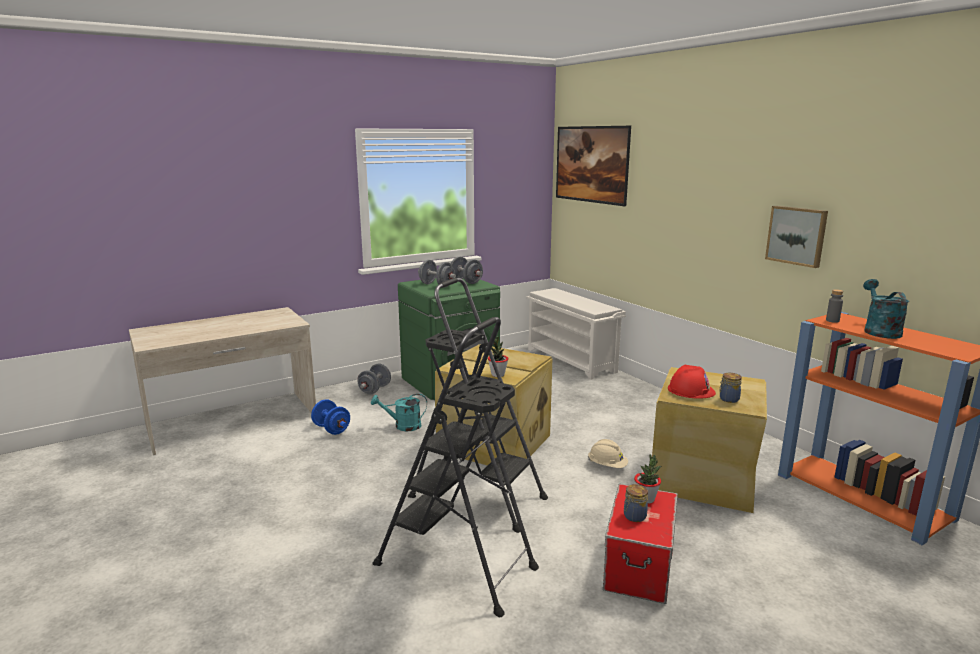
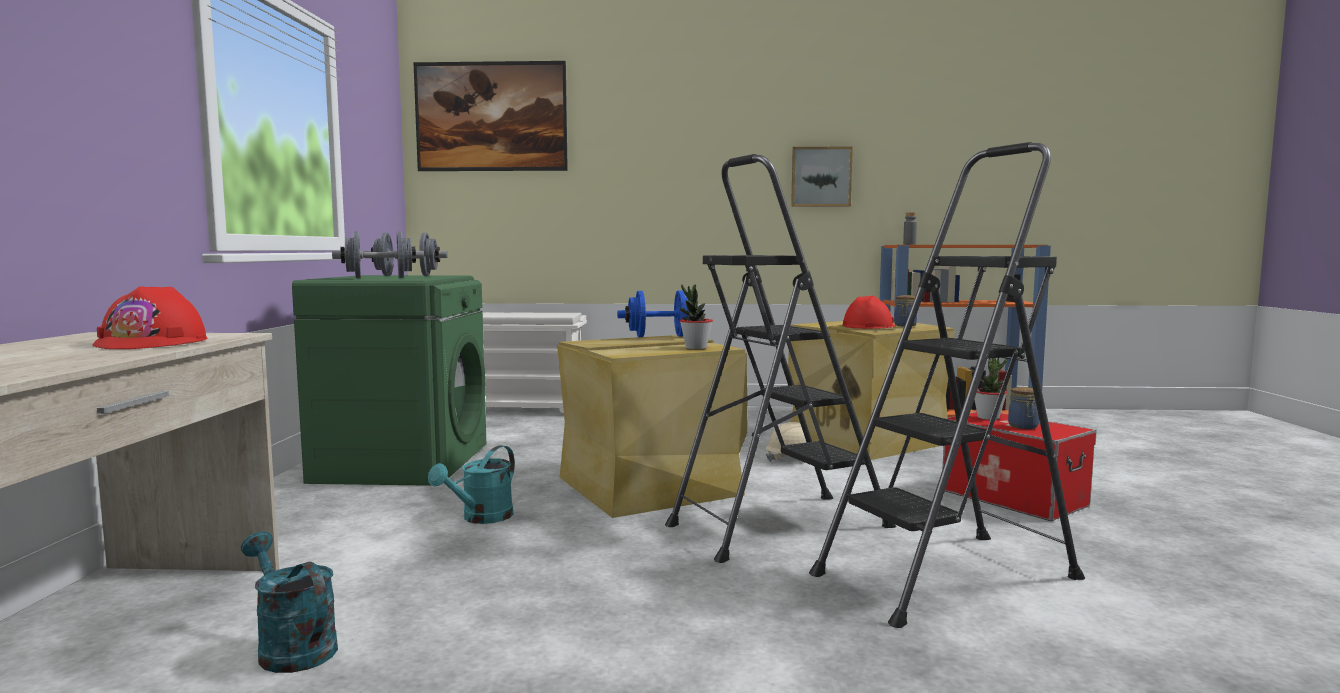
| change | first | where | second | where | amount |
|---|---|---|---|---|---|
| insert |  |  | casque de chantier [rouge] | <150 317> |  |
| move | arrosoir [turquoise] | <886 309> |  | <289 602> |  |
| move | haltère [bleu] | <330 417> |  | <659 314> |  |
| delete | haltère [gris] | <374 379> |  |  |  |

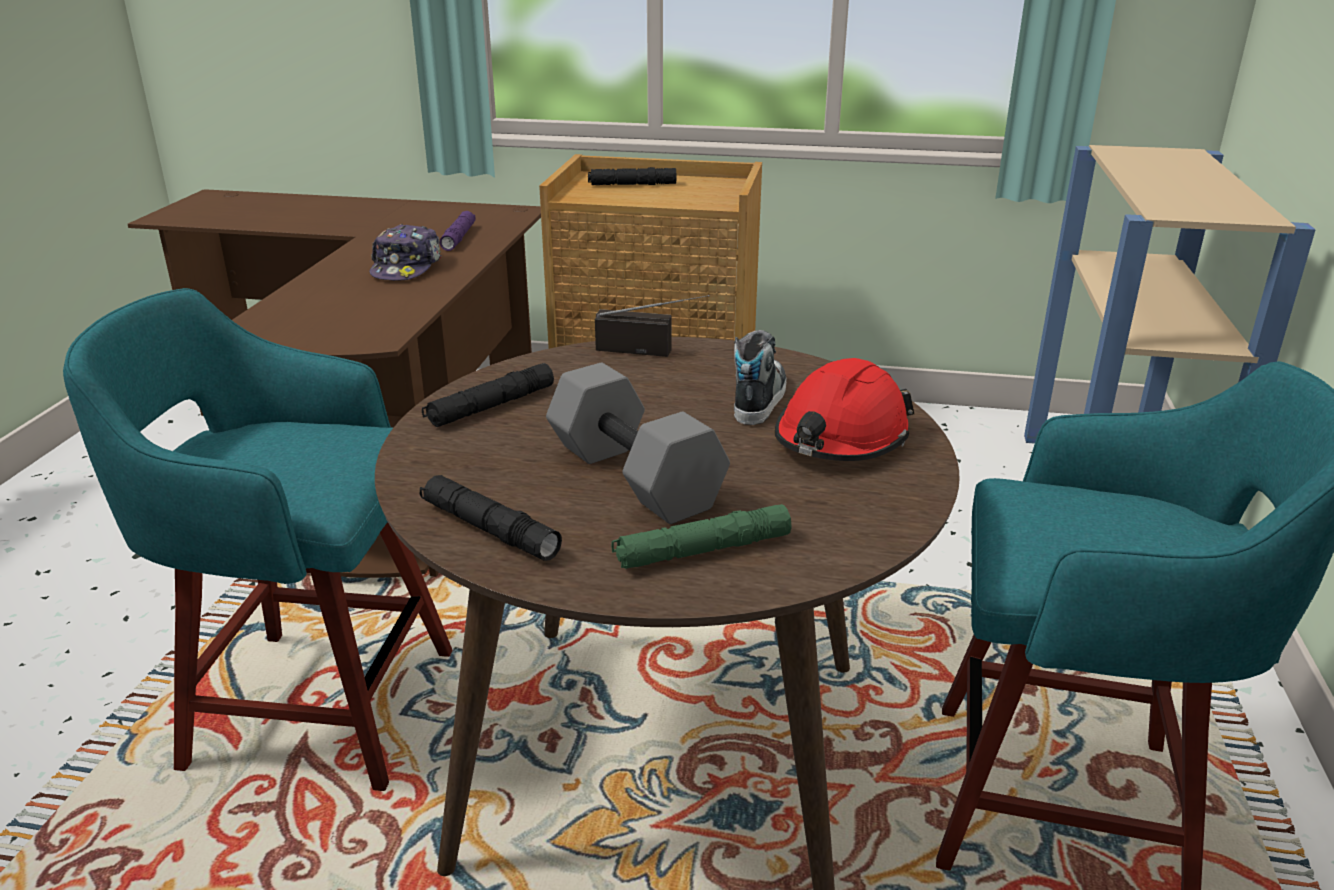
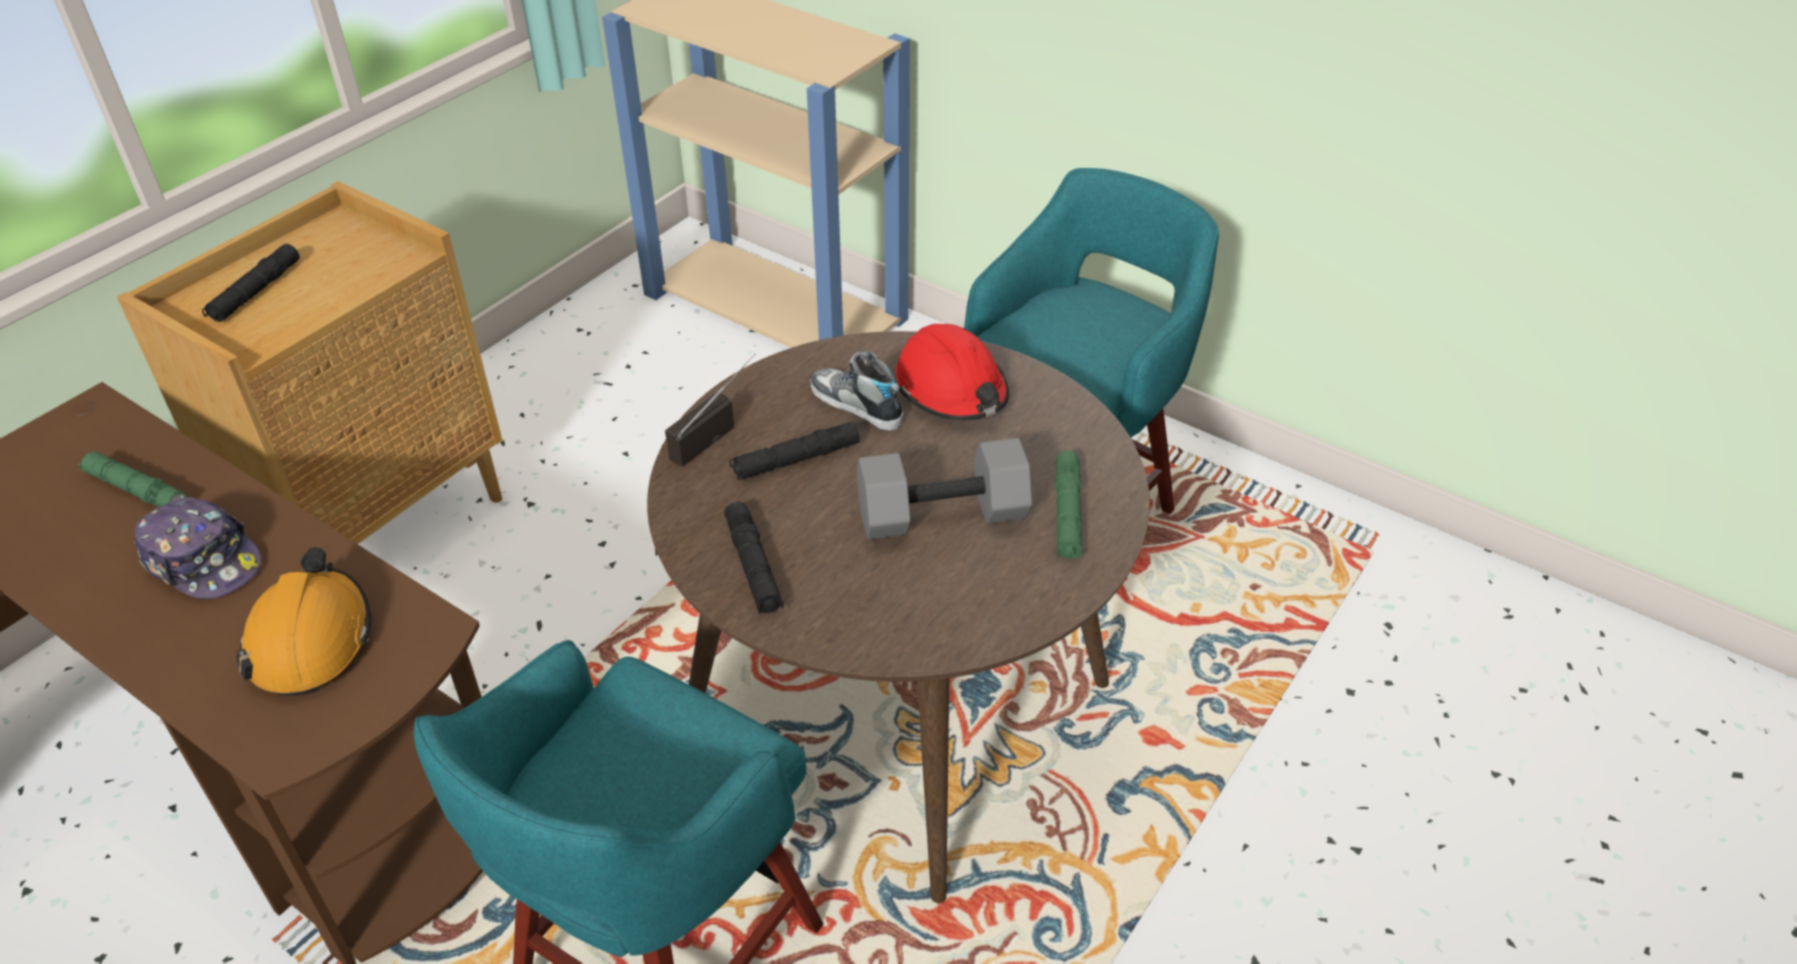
| change | first | where | second | where | amount |
|---|---|---|---|---|---|
| recolor | lampe de poche [violet] | <457 231> | lampe de poche [vert] | <133 479> |  |
| insert |  |  | casque de chantier [orange] | <303 621> |  |
| move | lampe de poche [noir] | <491 518> |  | <794 450> |  |

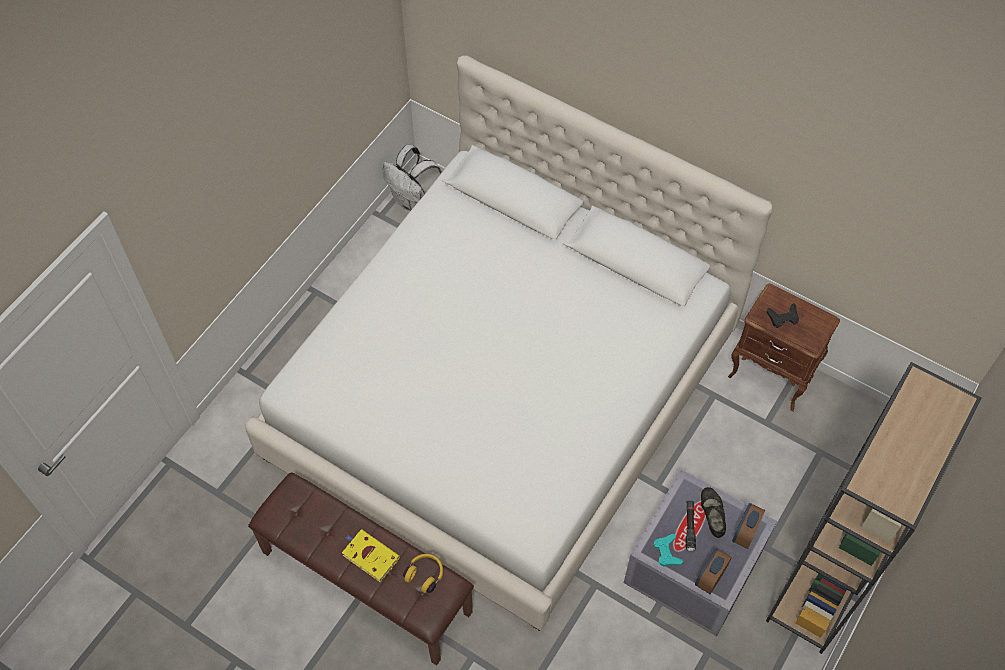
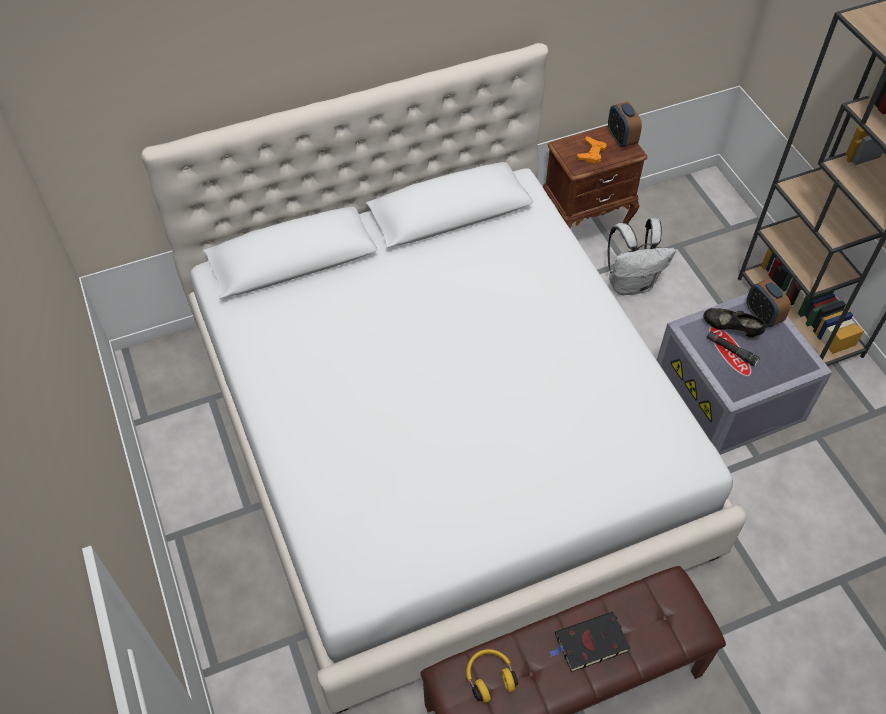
| change | first | where | second | where | amount |
|---|---|---|---|---|---|
| move | casque audio [jaune] | <423 573> |  | <492 676> |  |
| recolor | livre [jaune] | <371 555> | livre [noir] | <589 642> |  |
| recolor | manette [noir] | <783 315> | manette [orange] | <591 150> |  |
| move | réveil | <713 571> |  | <625 124> |  |
| move | sac à dos [blanc] | <412 178> |  | <641 256> |  |
| delete | manette [turquoise] | <668 550> |  |  |  |

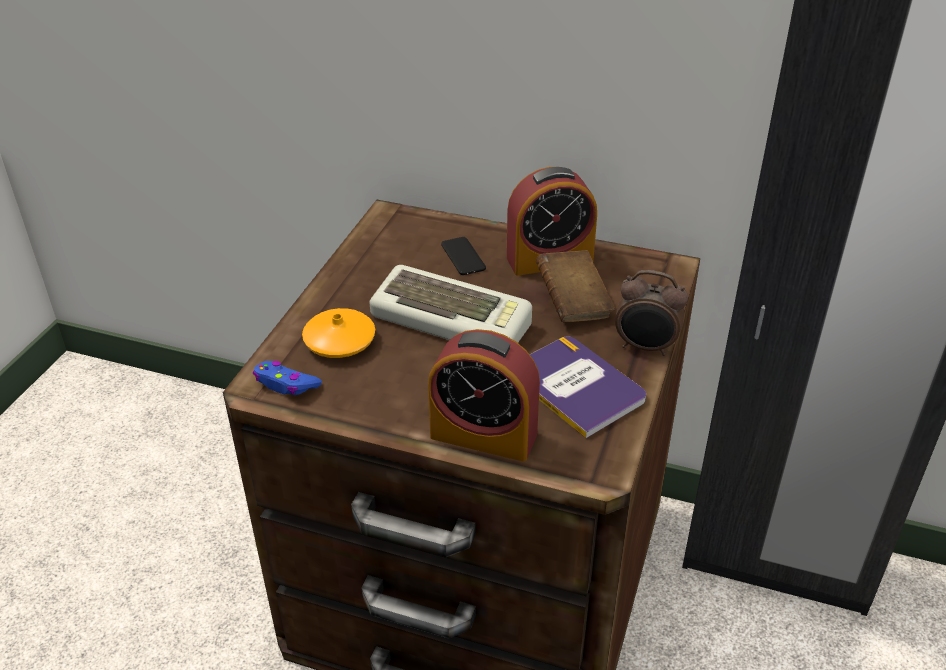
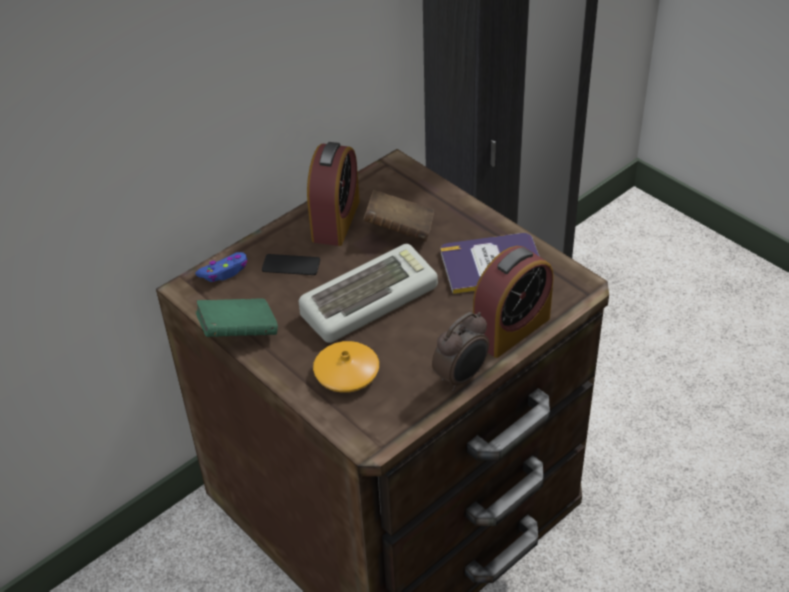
| change | first | where | second | where | amount |
|---|---|---|---|---|---|
| move | manette [bleu] | <287 378> |  | <221 267> |  |
| insert |  |  | livre [vert] | <236 317> |  |
| move | réveil | <651 313> |  | <460 352> |  |

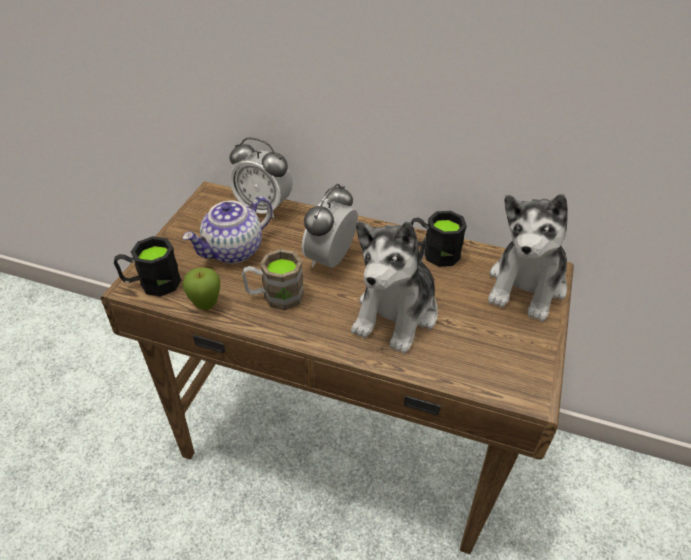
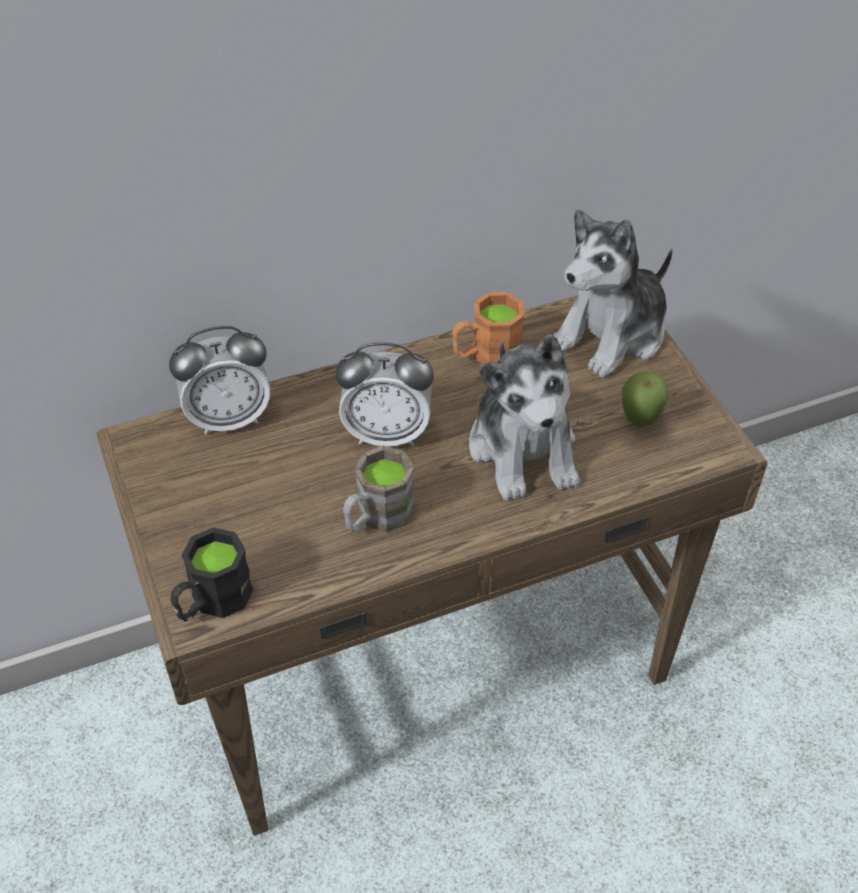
| change | first | where | second | where | amount |
|---|---|---|---|---|---|
| rotate | réveil | <330 226> |  | <384 394> | 75 degrees counterclockwise |
| recolor | mug [noir] | <439 239> | mug [orange] | <488 328> |  |
| rotate | peluche | <528 258> |  | <613 293> | 60 degrees clockwise |
| move | pomme | <201 288> |  | <645 400> |  |
| delete | théière | <227 229> |  |  |  |

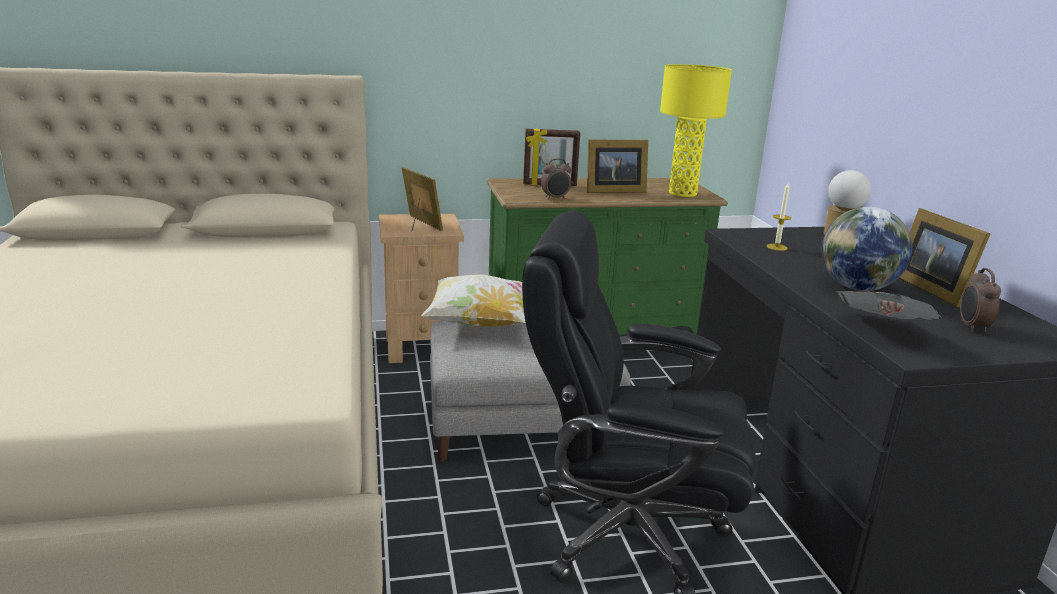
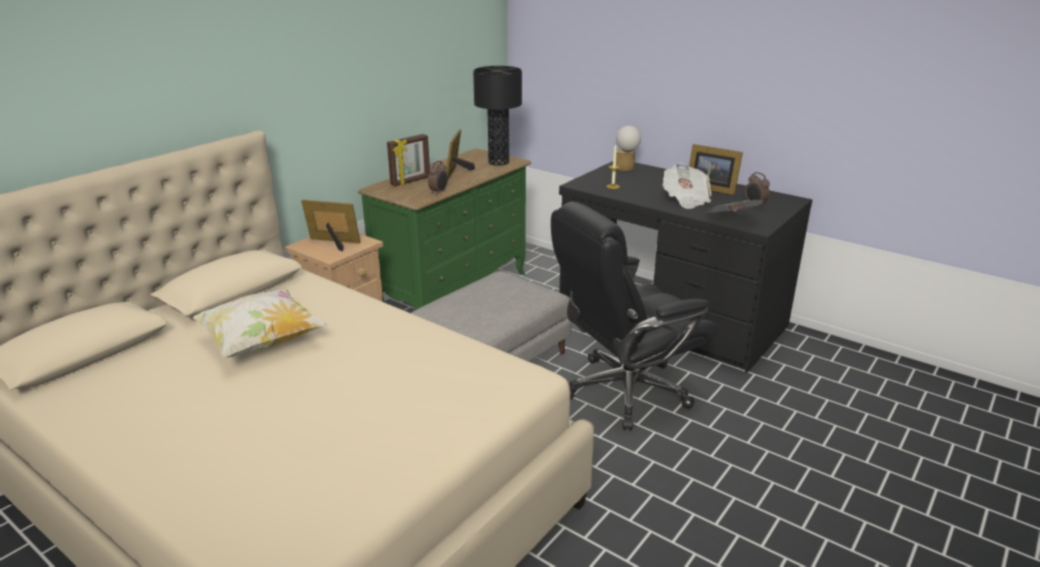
| change | first | where | second | where | amount |
|---|---|---|---|---|---|
| move | coussin | <473 301> |  | <259 323> |  |
| rotate | cadre photo | <617 166> |  | <460 154> | 150 degrees clockwise |
| recolor | lampe de table [jaune] | <696 130> | lampe de table [noir] | <497 116> |  |
| replace | globe | <867 249> | journal | <686 186> |  |

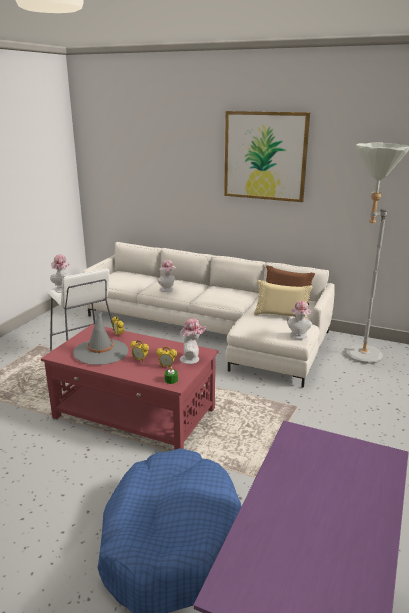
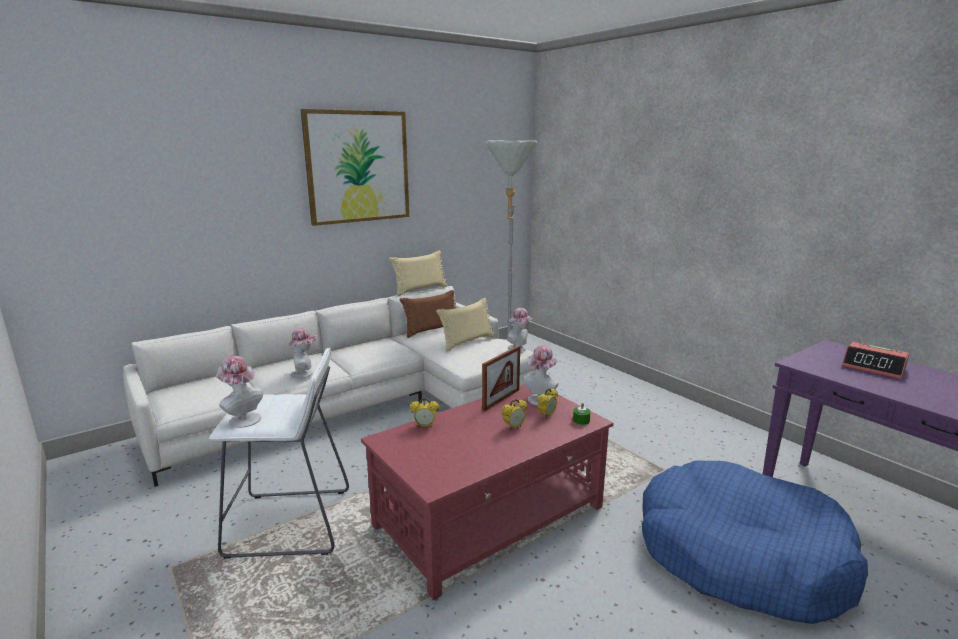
| change | first | where | second | where | amount |
|---|---|---|---|---|---|
| insert |  |  | coussin [beige] | <418 273> |  |
| insert |  |  | cadre photo | <501 379> |  |
| insert |  |  | réveil | <875 360> |  |
| delete | chapeau [gris] | <100 338> |  |  |  |

